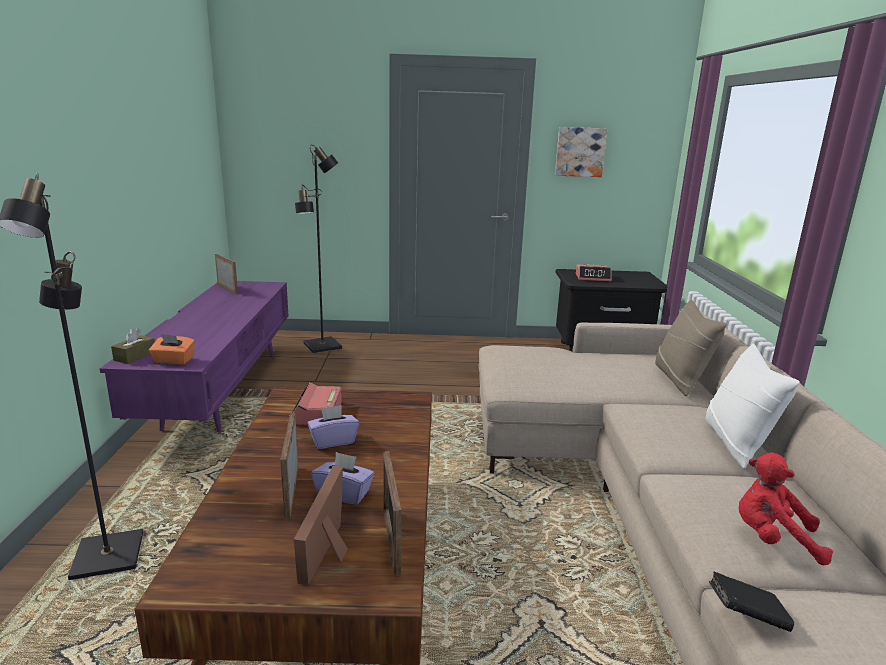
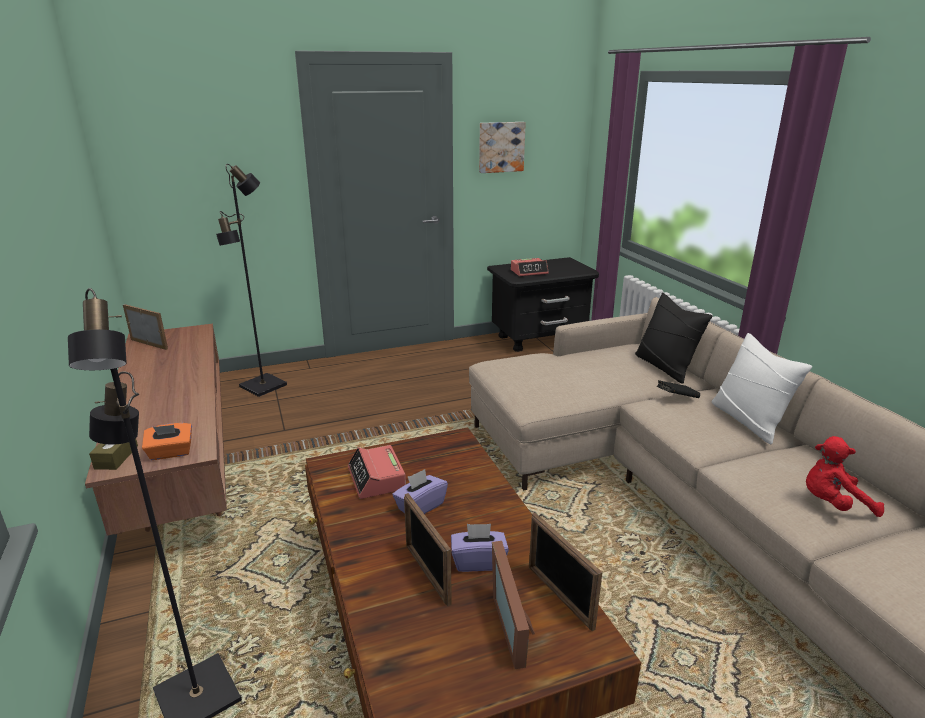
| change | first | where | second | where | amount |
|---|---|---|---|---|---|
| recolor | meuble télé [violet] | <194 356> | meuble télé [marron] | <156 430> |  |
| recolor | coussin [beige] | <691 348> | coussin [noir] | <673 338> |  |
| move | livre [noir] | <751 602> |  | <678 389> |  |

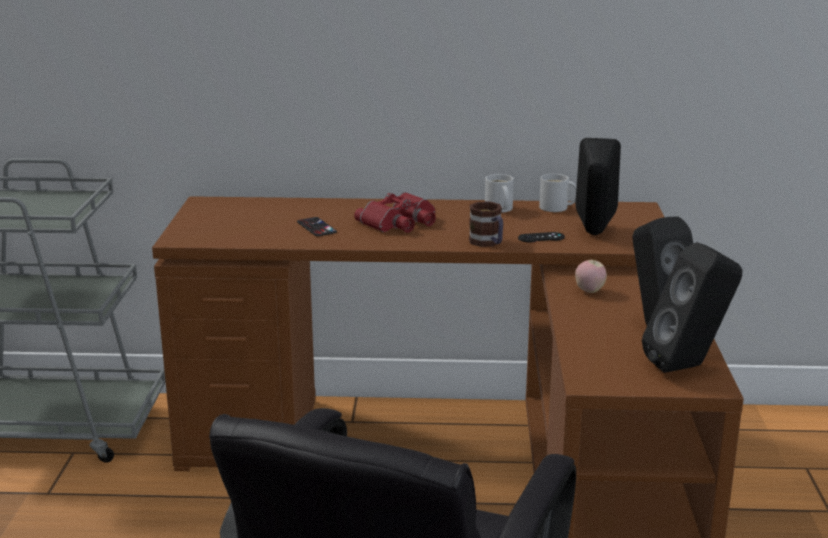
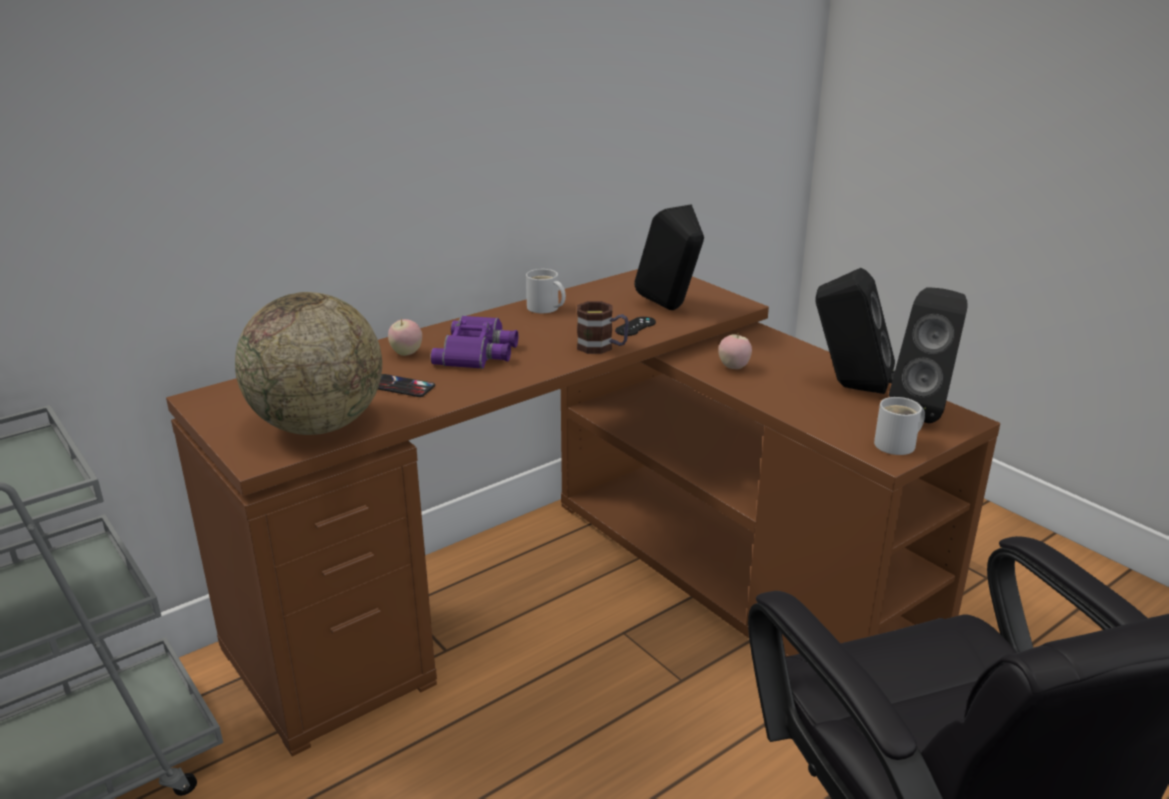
| change | first | where | second | where | amount |
|---|---|---|---|---|---|
| insert |  |  | globe | <308 363> |  |
| insert |  |  | pomme | <405 337> |  |
| recolor | jumelles [rouge] | <395 212> | jumelles [violet] | <474 342> |  |
| move | mug [blanc] | <558 193> |  | <899 426> |  |

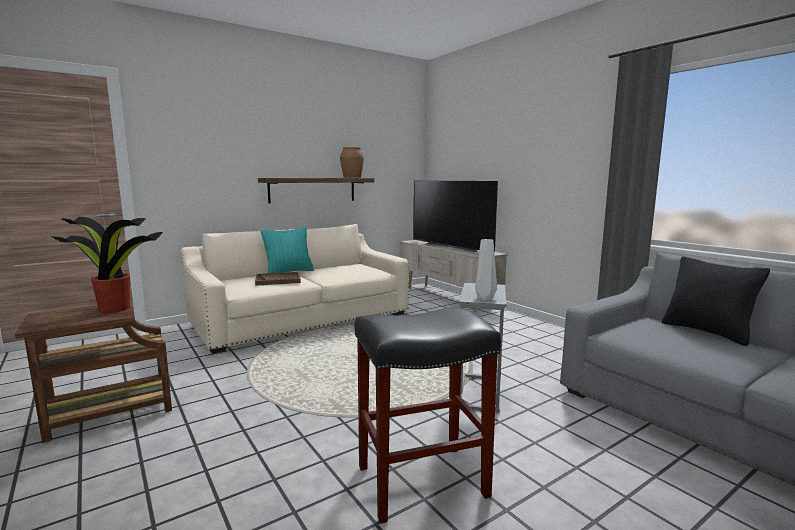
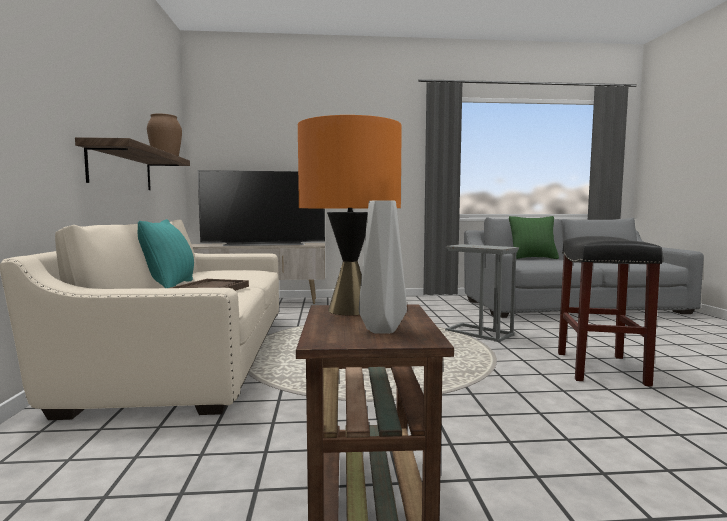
| change | first | where | second | where | amount |
|---|---|---|---|---|---|
| replace | plante en pot | <106 265> | lampe de table [orange] | <350 215> |  |
| move | vase [gris] | <486 269> |  | <383 267> |  |
| recolor | coussin [noir] | <716 301> | coussin [vert] | <534 237> |  |

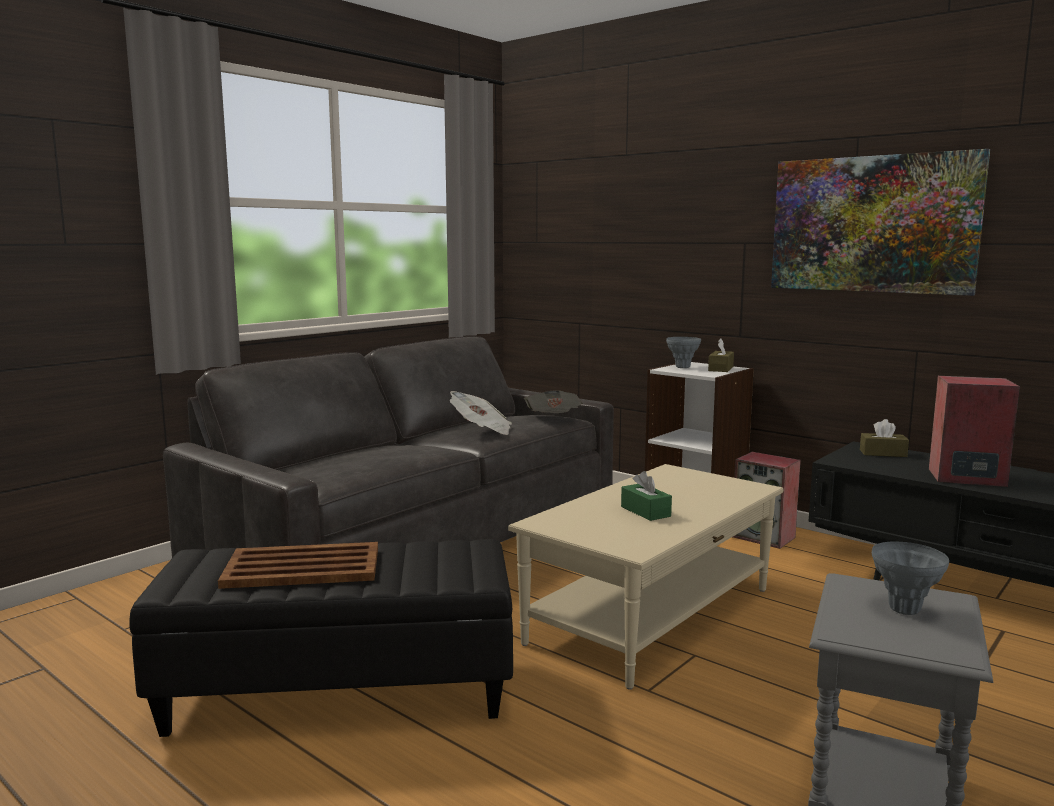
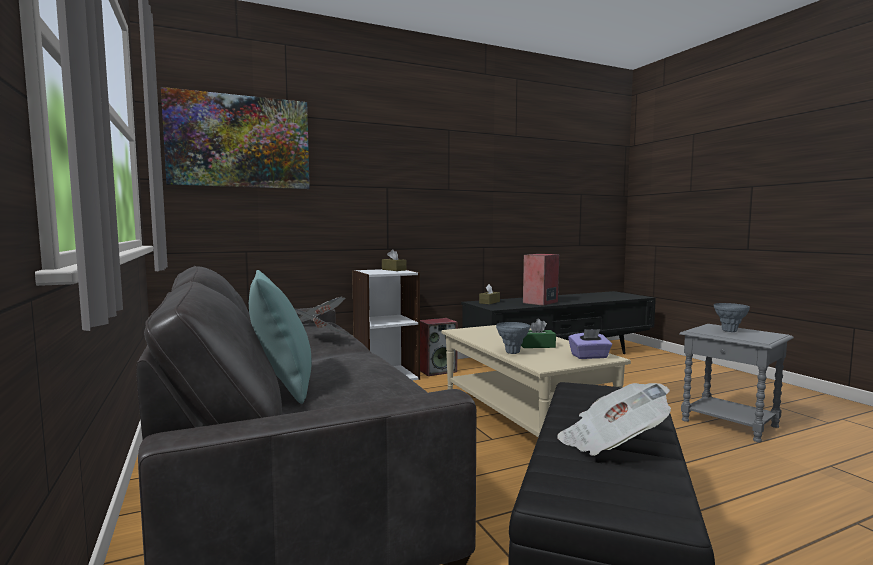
| change | first | where | second | where | amount |
|---|---|---|---|---|---|
| move | tableau | <880 222> |  | <235 138> |  |
| insert |  |  | coussin [turquoise] | <280 337> |  |
| move | vase [gris] | <683 352> |  | <513 338> |  |
| replace | plateau [marron] | <298 565> | journal | <614 419> |  |
| insert |  |  | boîte à mouchoirs [violet] | <590 344> |  |

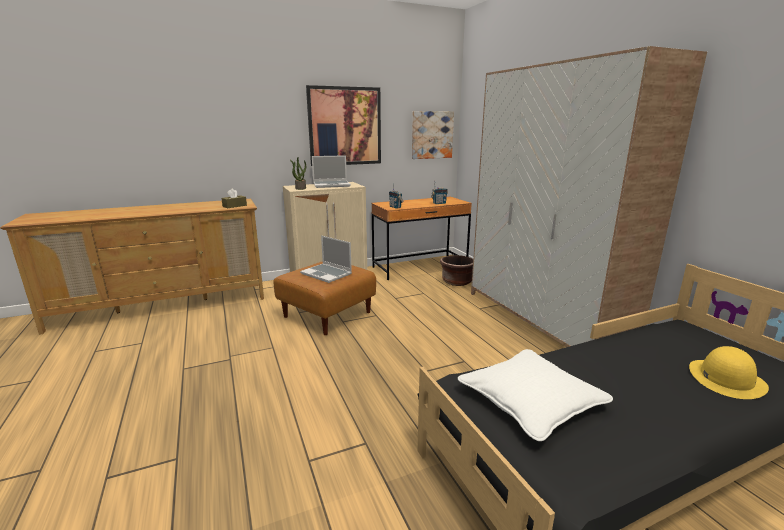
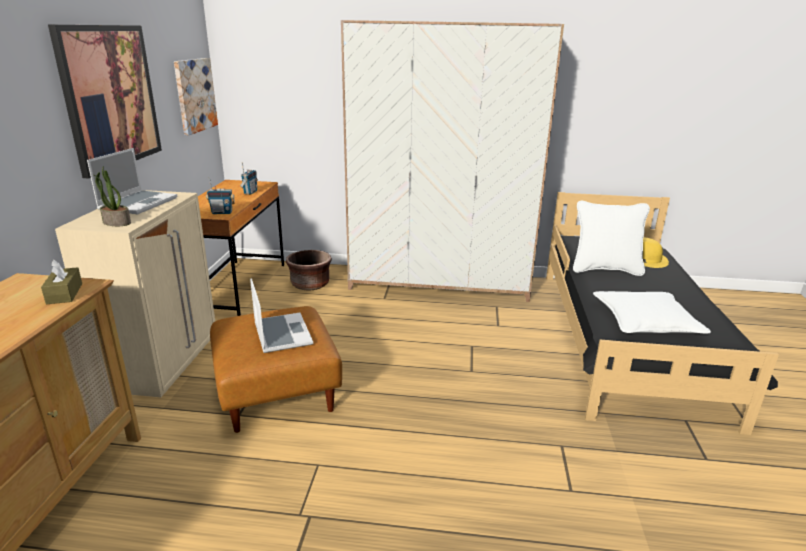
| change | first | where | second | where | amount |
|---|---|---|---|---|---|
| rotate | ordinateur portable | <326 259> |  | <281 315> | 90 degrees counterclockwise |
| insert |  |  | coussin [blanc] | <611 238> |  |

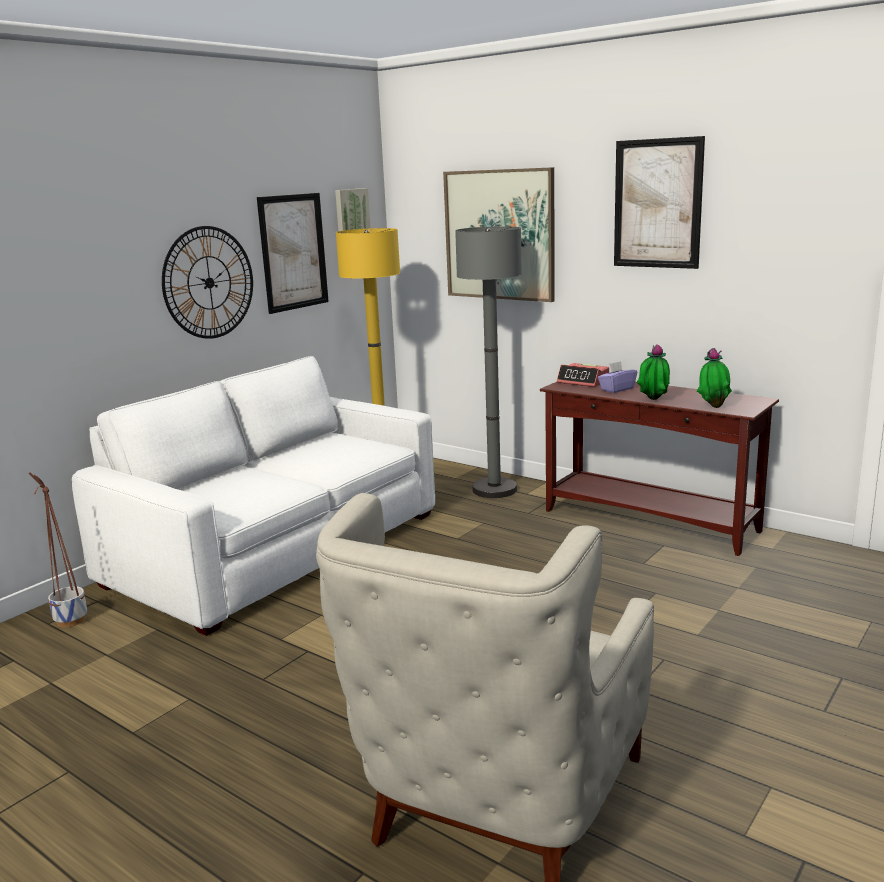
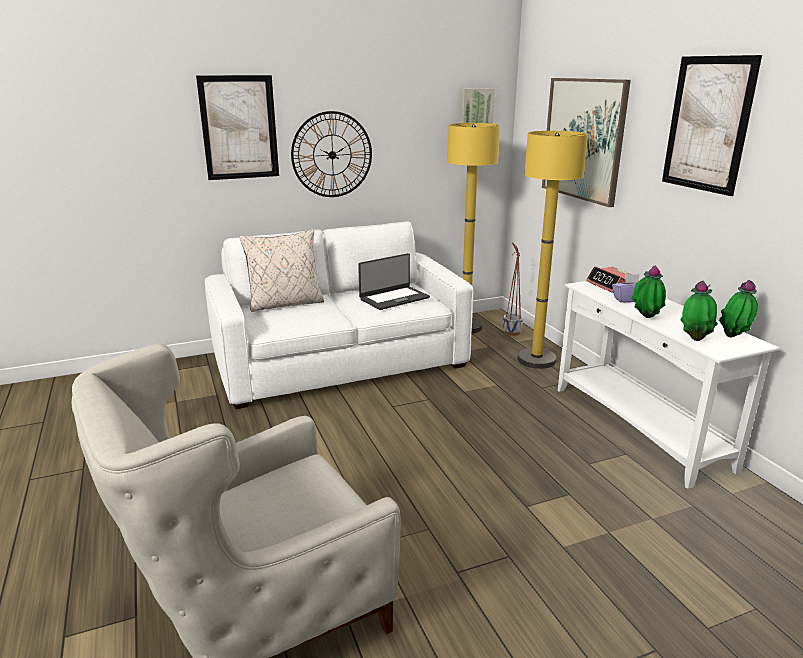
| change | first | where | second | where | amount |
|---|---|---|---|---|---|
| move | tableau | <293 253> |  | <237 127> |  |
| insert |  |  | coussin [beige] | <282 270> |  |
| insert |  |  | ordinateur portable | <394 281> |  |
| move | cache-pot | <57 550> |  | <513 289> |  |
| recolor | lampadaire [gris] | <488 362> | lampadaire [jaune] | <552 250> |  |
| recolor | table console [marron] | <659 469> | table console [blanc] | <669 385> |  |
| insert |  |  | plante en pot | <738 308> |  |

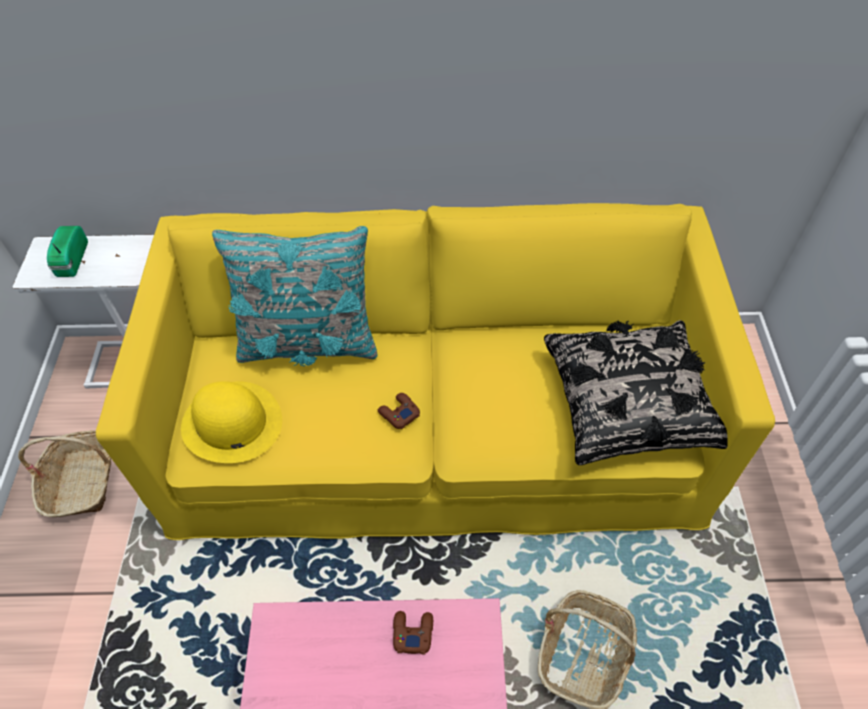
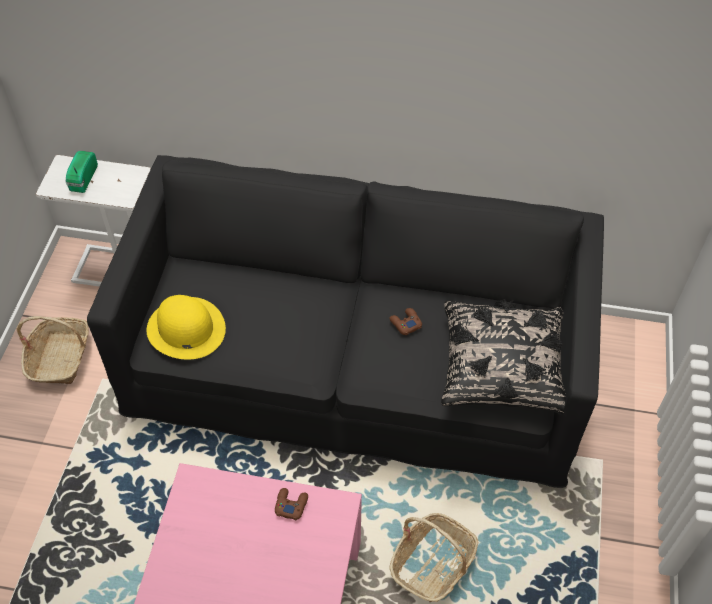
| change | first | where | second | where | amount |
|---|---|---|---|---|---|
| recolor | canapé [jaune] | <435 371> | canapé [noir] | <345 321> |  |
| move | manette [marron] | <399 411> |  | <405 321> |  |
| delete | coussin [turquoise] | <294 296> |  |  |  |

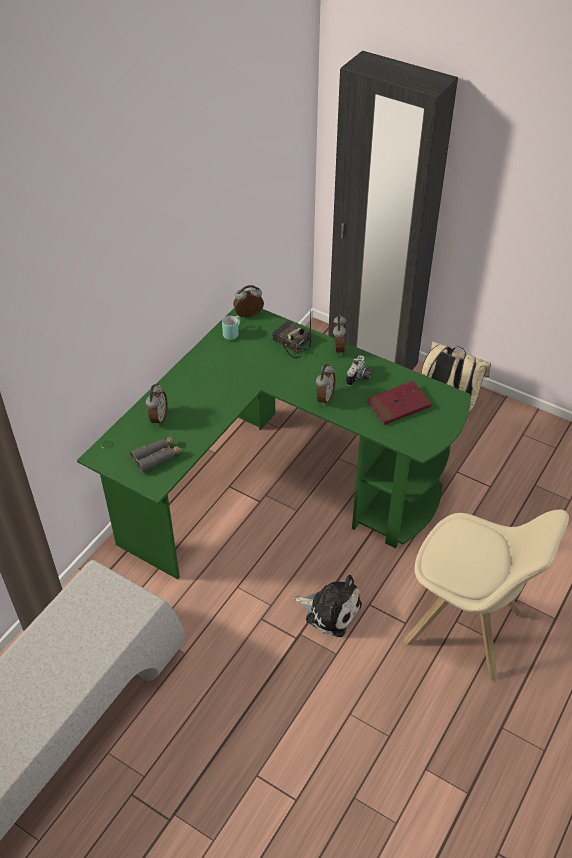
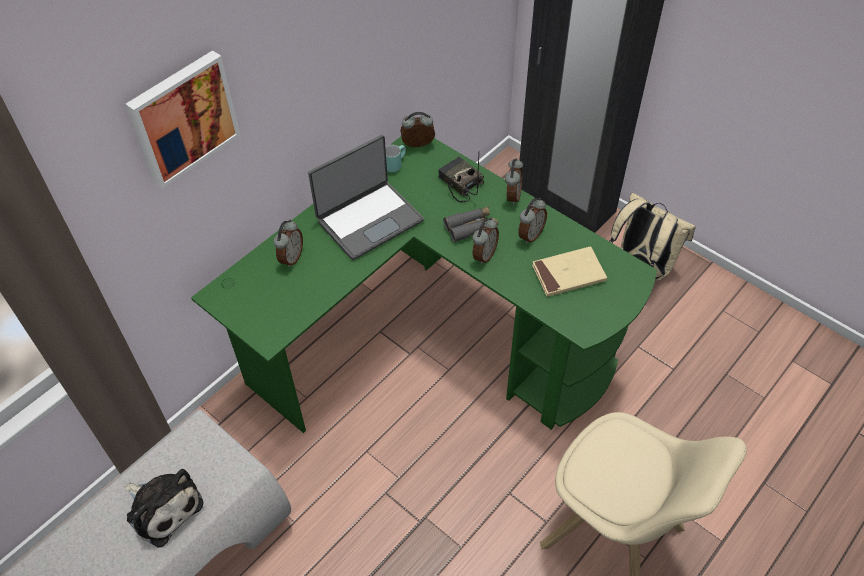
| change | first | where | second | where | amount |
|---|---|---|---|---|---|
| move | peluche | <328 606> |  | <163 508> |  |
| insert |  |  | tableau | <183 119> |  |
| insert |  |  | ordinateur portable | <366 197> |  |
| move | jumelles [gris] | <156 454> |  | <471 224> |  |
| replace | appareil photo | <359 370> | réveil | <532 221> |  |
| recolor | livre [rouge] | <399 403> | livre [beige] | <569 271> |  |

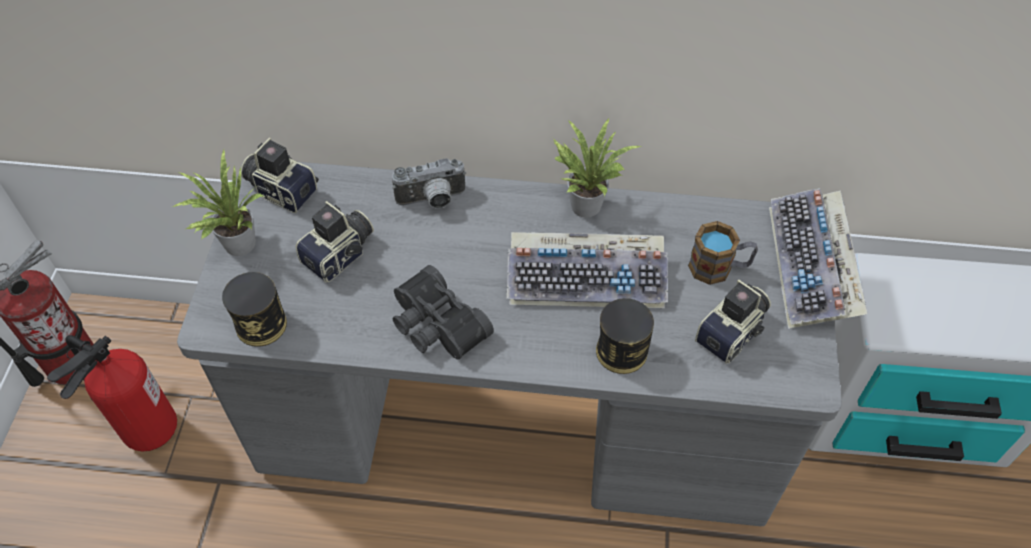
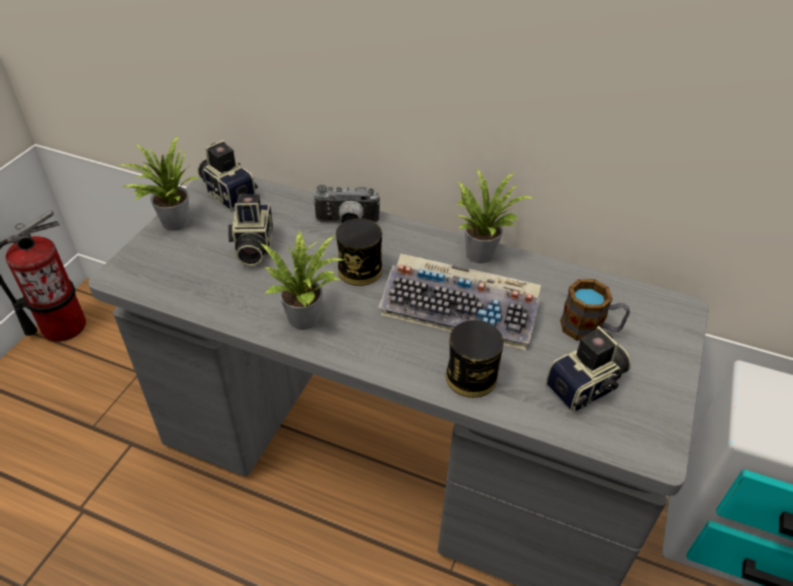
| change | first | where | second | where | amount |
|---|---|---|---|---|---|
| rotate | appareil photo | <334 242> |  | <250 230> | 120 degrees clockwise |
| replace | jumelles [noir] | <443 312> | plante en pot | <302 280> |  |
| move | boîte métallique | <254 309> |  | <359 252> |  |
| delete | extincteur | <112 393> |  |  |  |
| delete | clavier | <818 258> |  |  |  |

